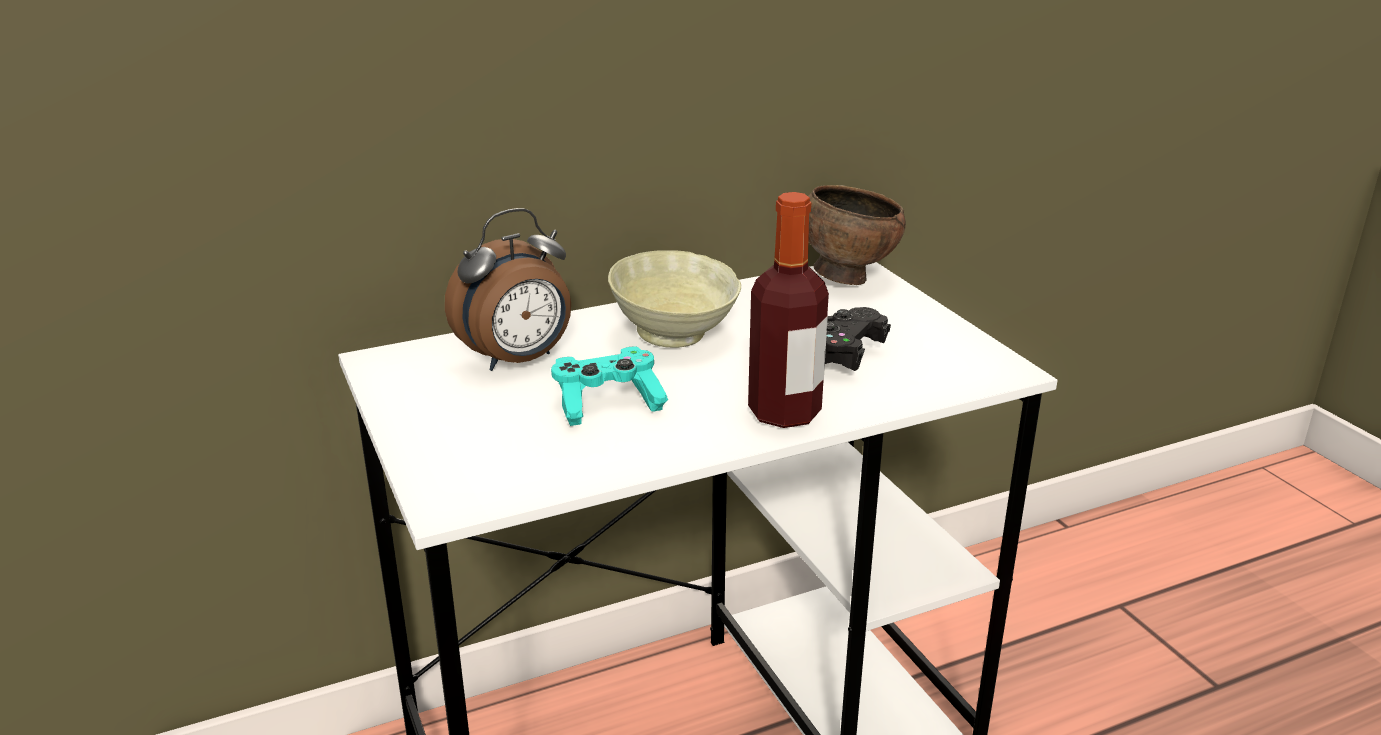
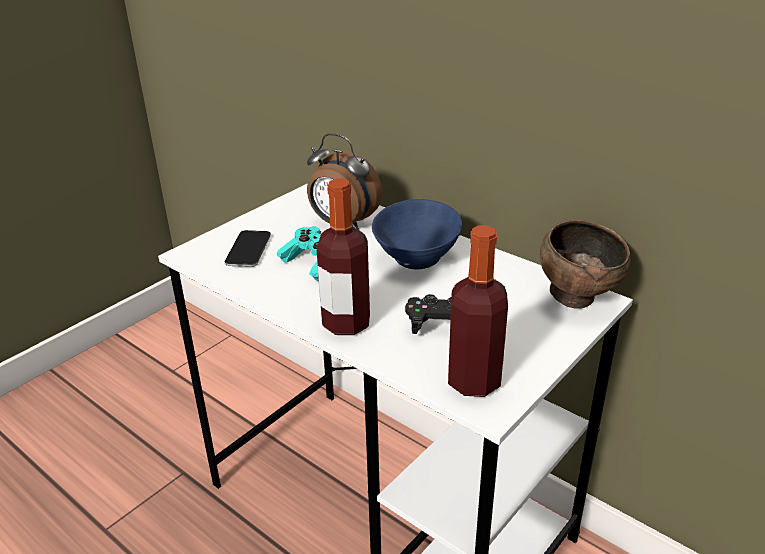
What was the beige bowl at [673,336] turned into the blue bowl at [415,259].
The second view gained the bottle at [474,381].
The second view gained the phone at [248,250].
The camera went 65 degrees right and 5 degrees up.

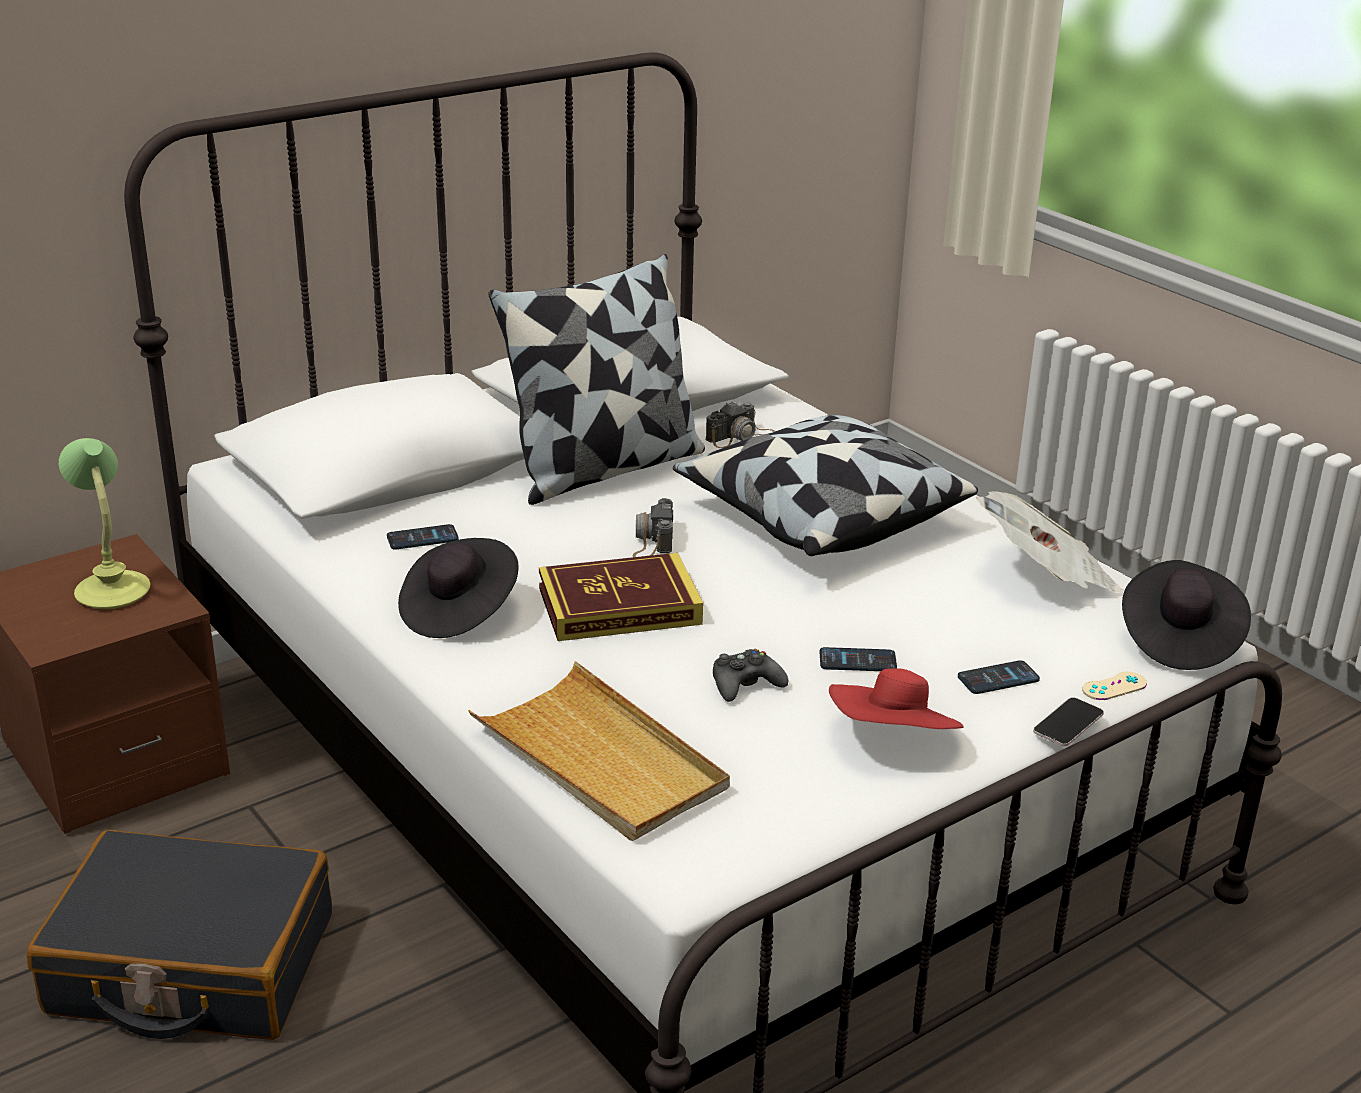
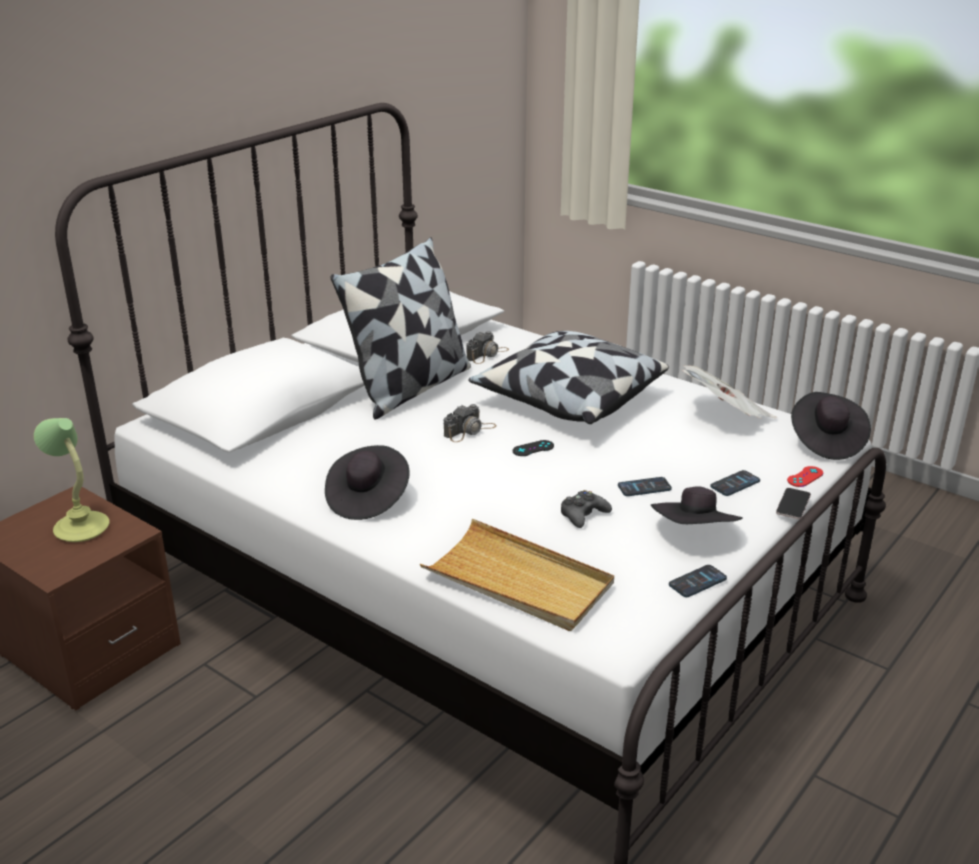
The photo camera at [652,540] ended up facing another way, 120 degrees counterclockwise from before.
The phone ended up elsewhere, having gone from [422,538] to [697,582].
The second view lost the book at [619,606].
What was the red hat at [893,740] turned into the black hat at [695,534].
What was the beige game controller at [1114,686] turned into the red game controller at [805,477].
The second view lost the black suitcase at [191,966].
The second view gained the black game controller at [533,448].
The camera went 15 degrees left and 0 degrees up.

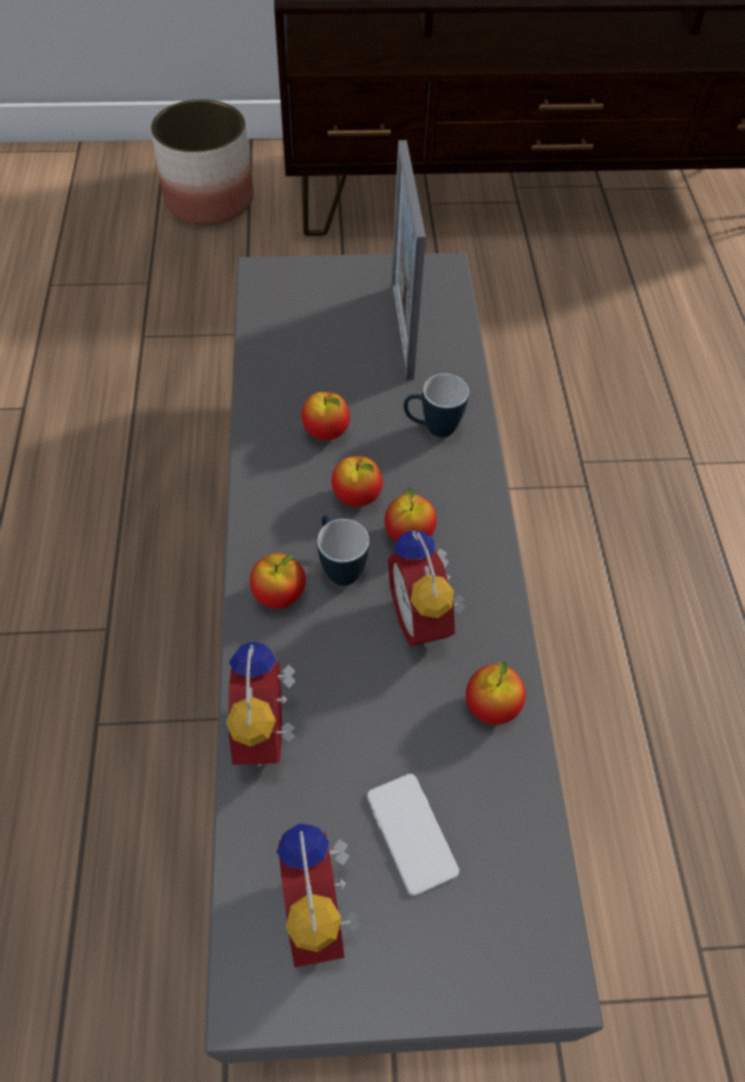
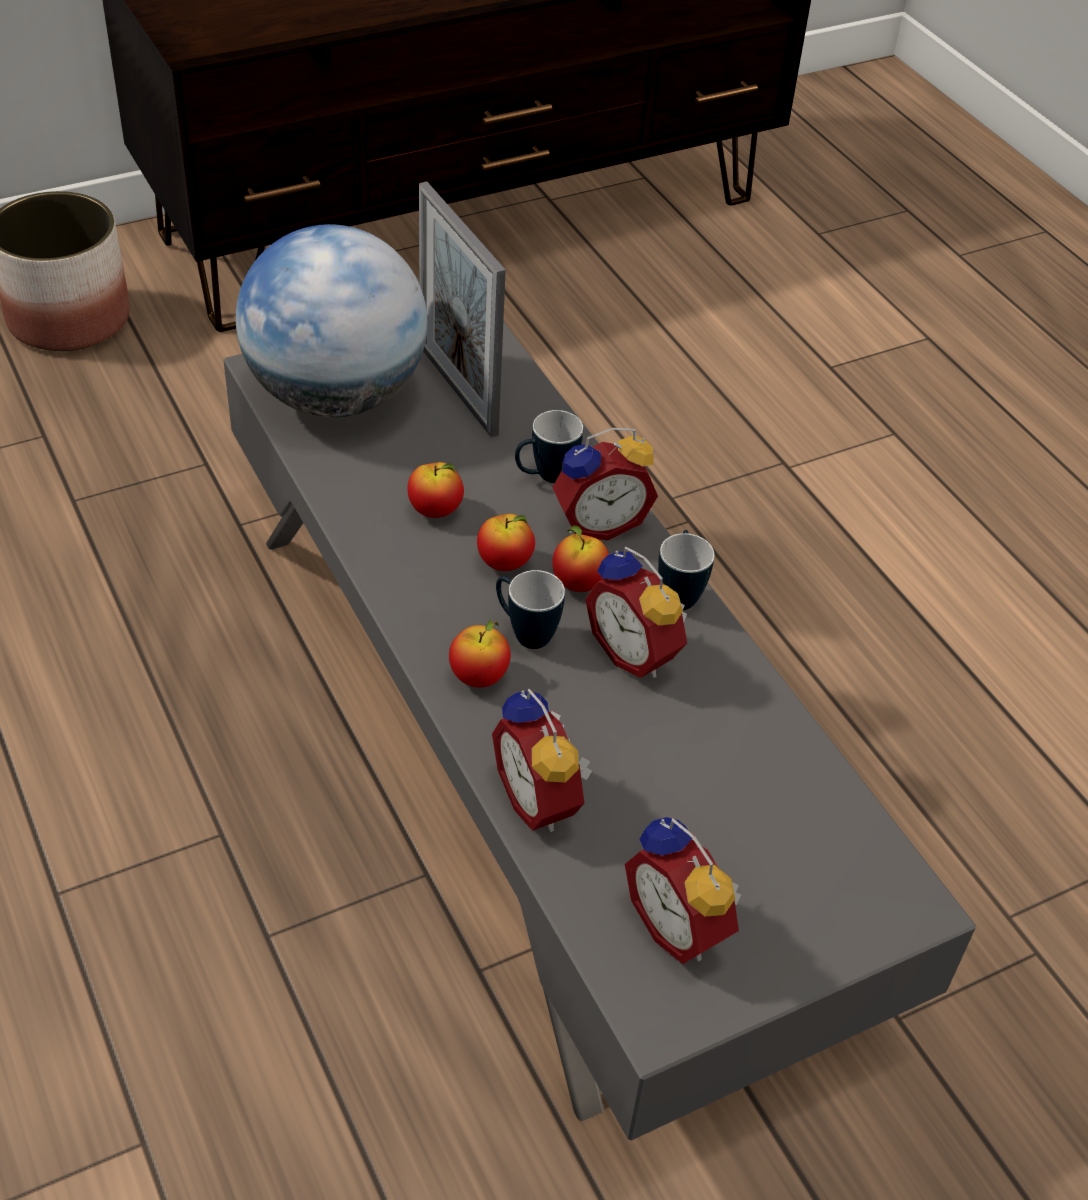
The second view lost the apple at [491,706].
The second view lost the phone at [411,833].
The second view gained the globe at [336,395].
The second view gained the alarm clock at [598,522].
The second view gained the mug at [679,592].
The camera went 25 degrees left and 10 degrees down.

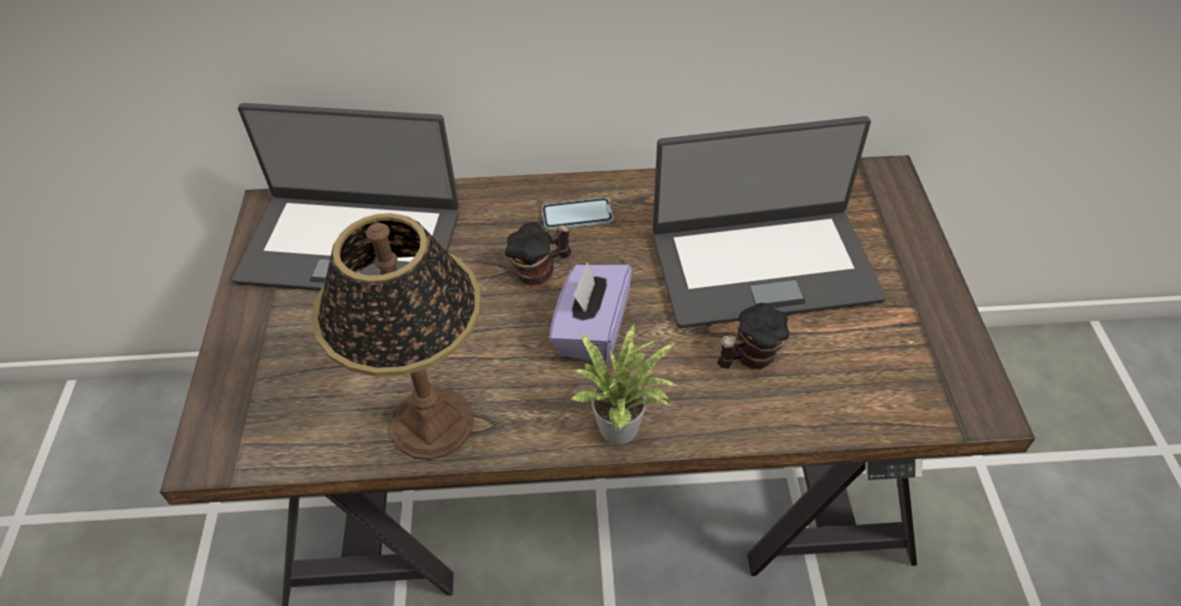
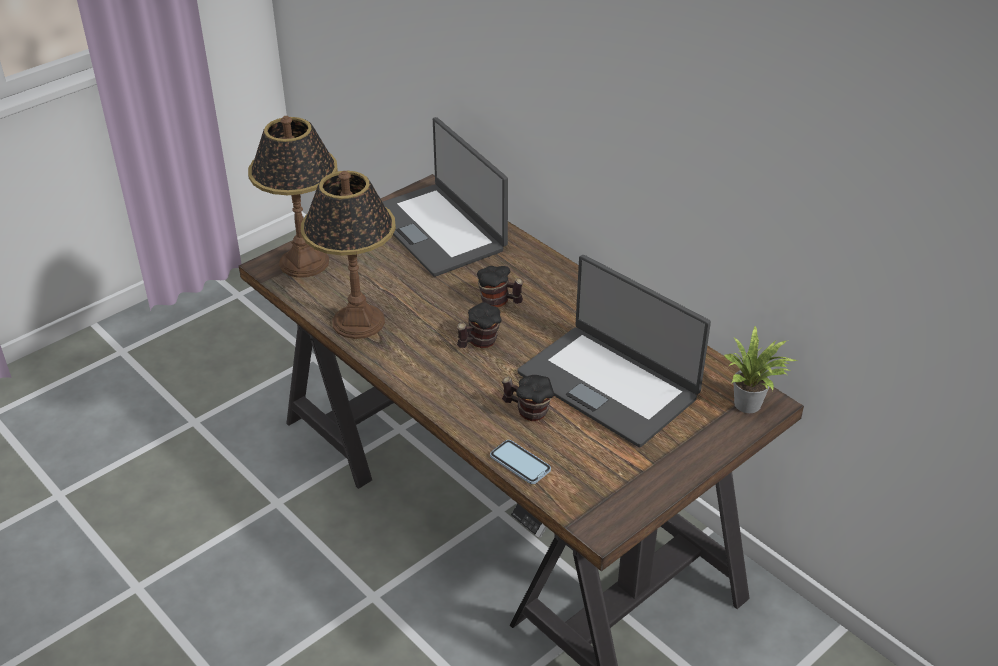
The phone ended up elsewhere, having gone from [577,216] to [520,463].
Where the purple tissue box stood at [591,331], the mug came to stand at [478,343].
The potted plant ended up elsewhere, having gone from [624,426] to [750,406].
The second view gained the table lamp at [305,262].
The camera went 50 degrees right and 10 degrees down.

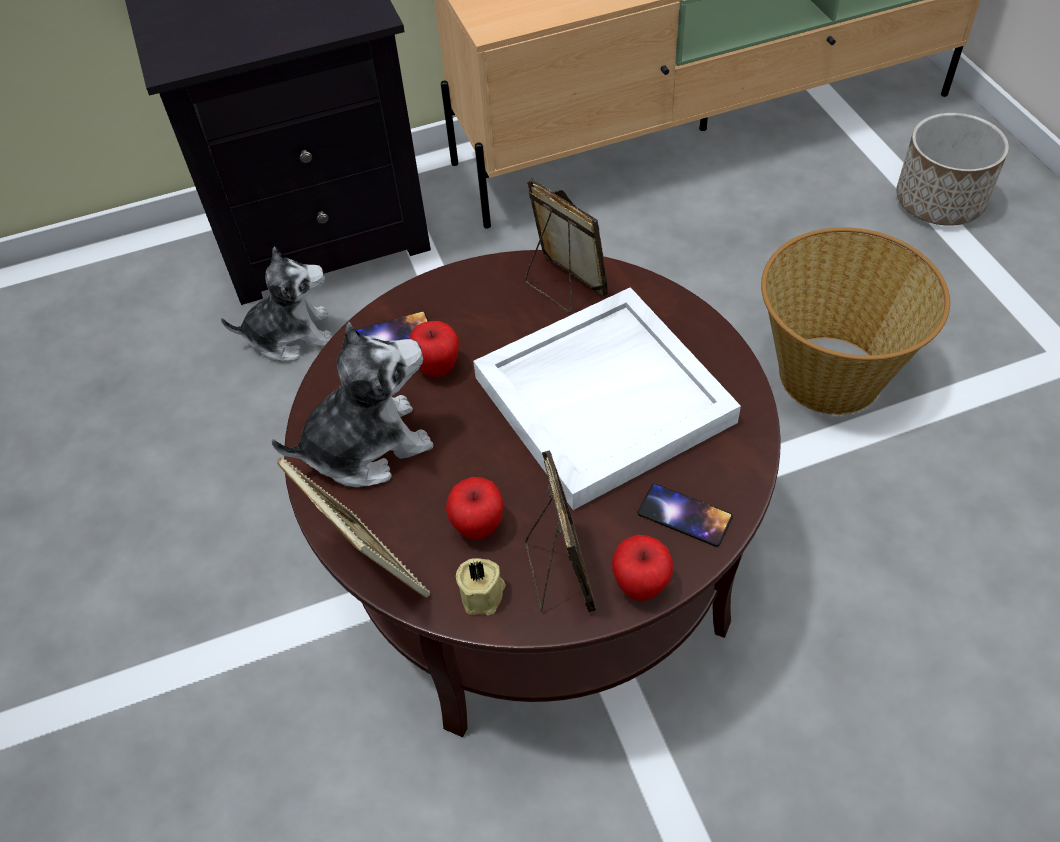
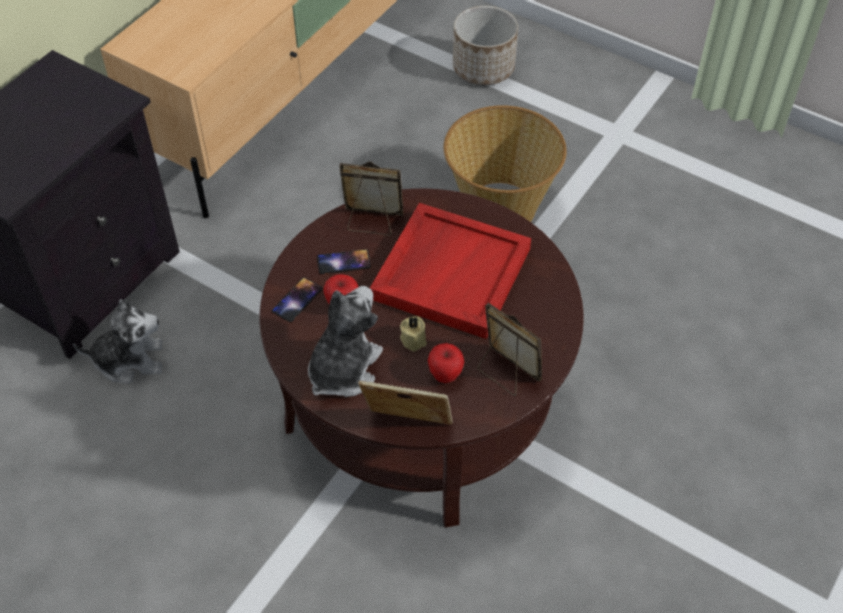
The plush toy at [291,335] ended up facing another way, 45 degrees clockwise from before.
What was the white tray at [604,397] turned into the red tray at [450,272].
The phone ended up elsewhere, having gone from [684,515] to [343,262].
The second view lost the apple at [640,585].
The beige candle ended up elsewhere, having gone from [484,595] to [414,339].
The camera went 40 degrees left and 0 degrees up.

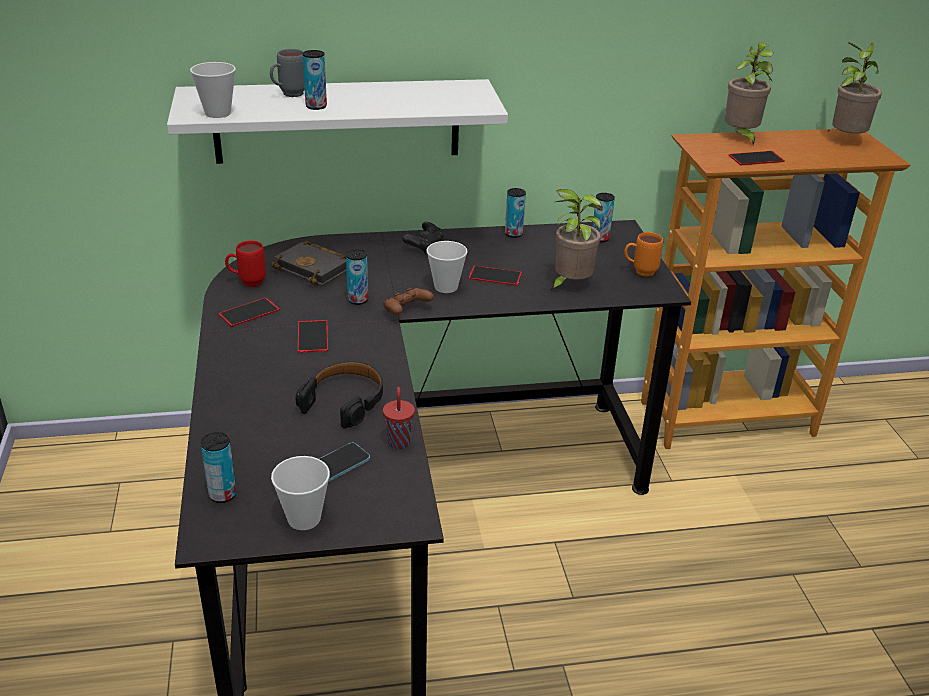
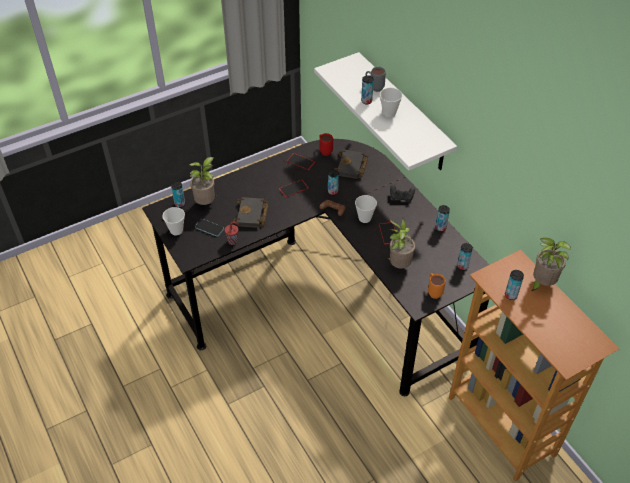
The potted plant ended up elsewhere, having gone from [844,140] to [206,203].
The cup ended up elsewhere, having gone from [218,113] to [389,113].
Where the phone stood at [756,158], the can came to stand at [511,295].
Where the black headphones stood at [344,400], the black book came to stand at [252,215].
The camera went 70 degrees right and 15 degrees up.

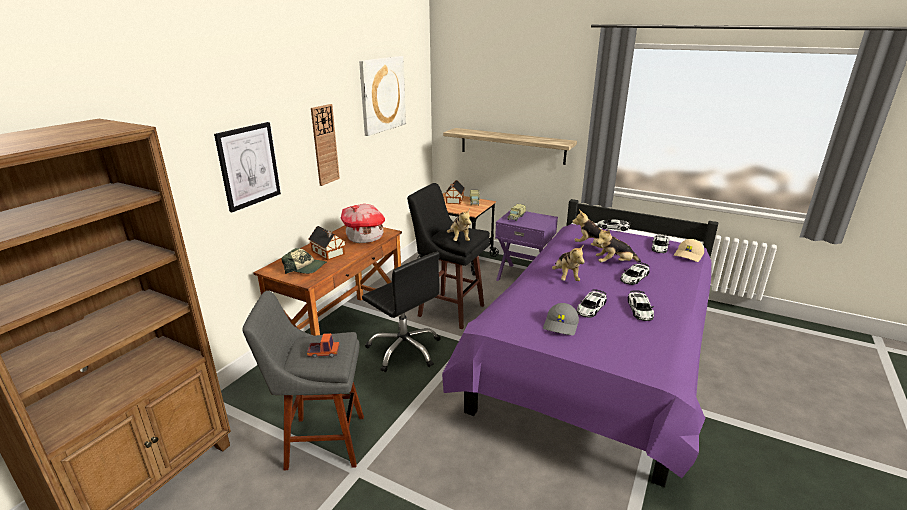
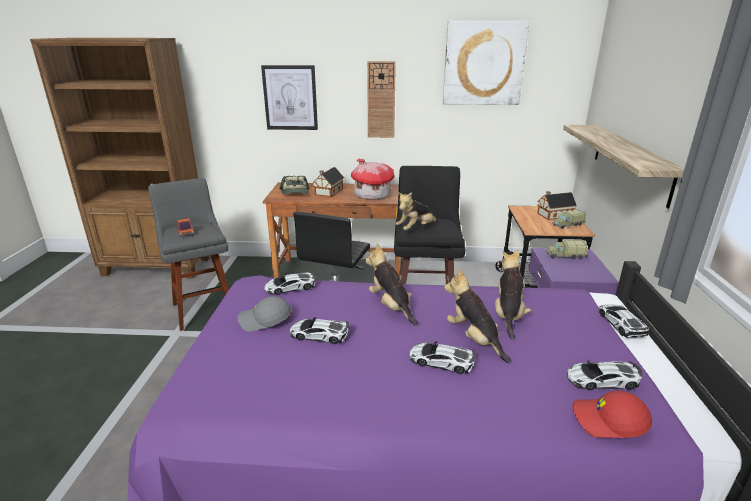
What was the beige cap at [689,255] turned into the red cap at [608,421].
The plush toy at [565,277] ended up facing another way, 90 degrees clockwise from before.
The toy car ended up elsewhere, having gone from [640,310] to [290,287].
The camera went 65 degrees right and 0 degrees up.

